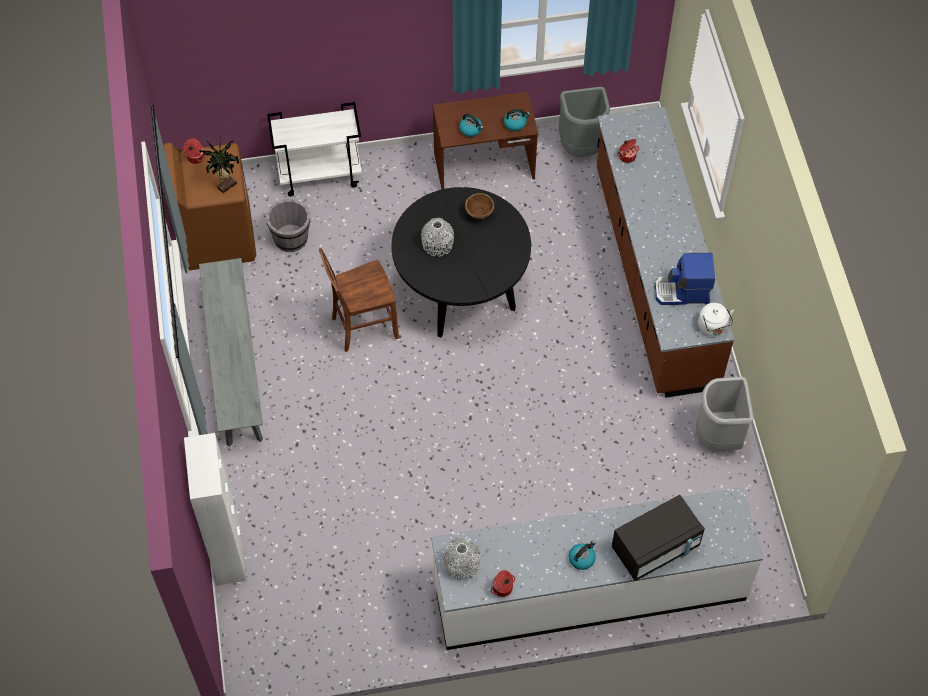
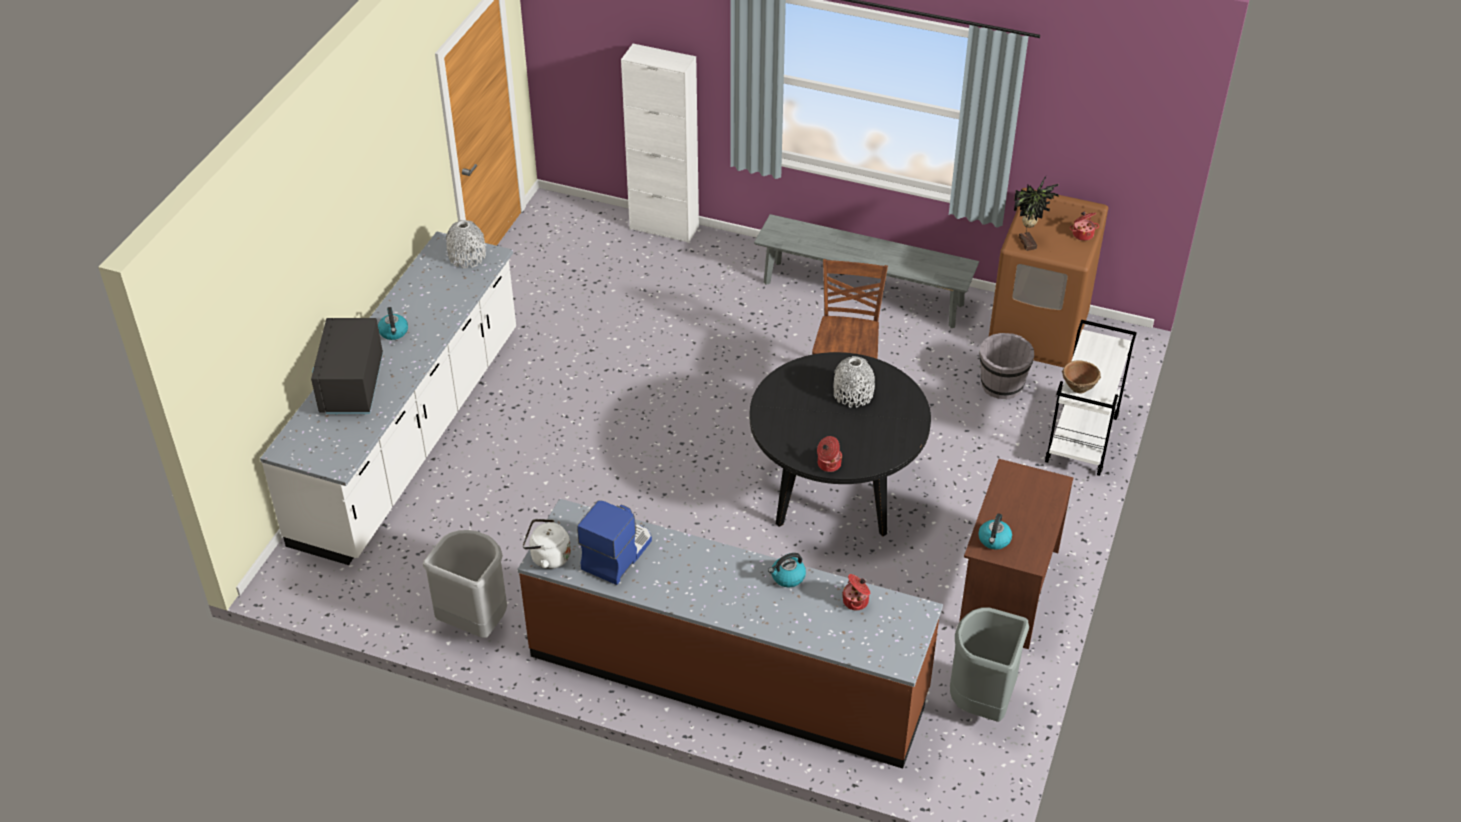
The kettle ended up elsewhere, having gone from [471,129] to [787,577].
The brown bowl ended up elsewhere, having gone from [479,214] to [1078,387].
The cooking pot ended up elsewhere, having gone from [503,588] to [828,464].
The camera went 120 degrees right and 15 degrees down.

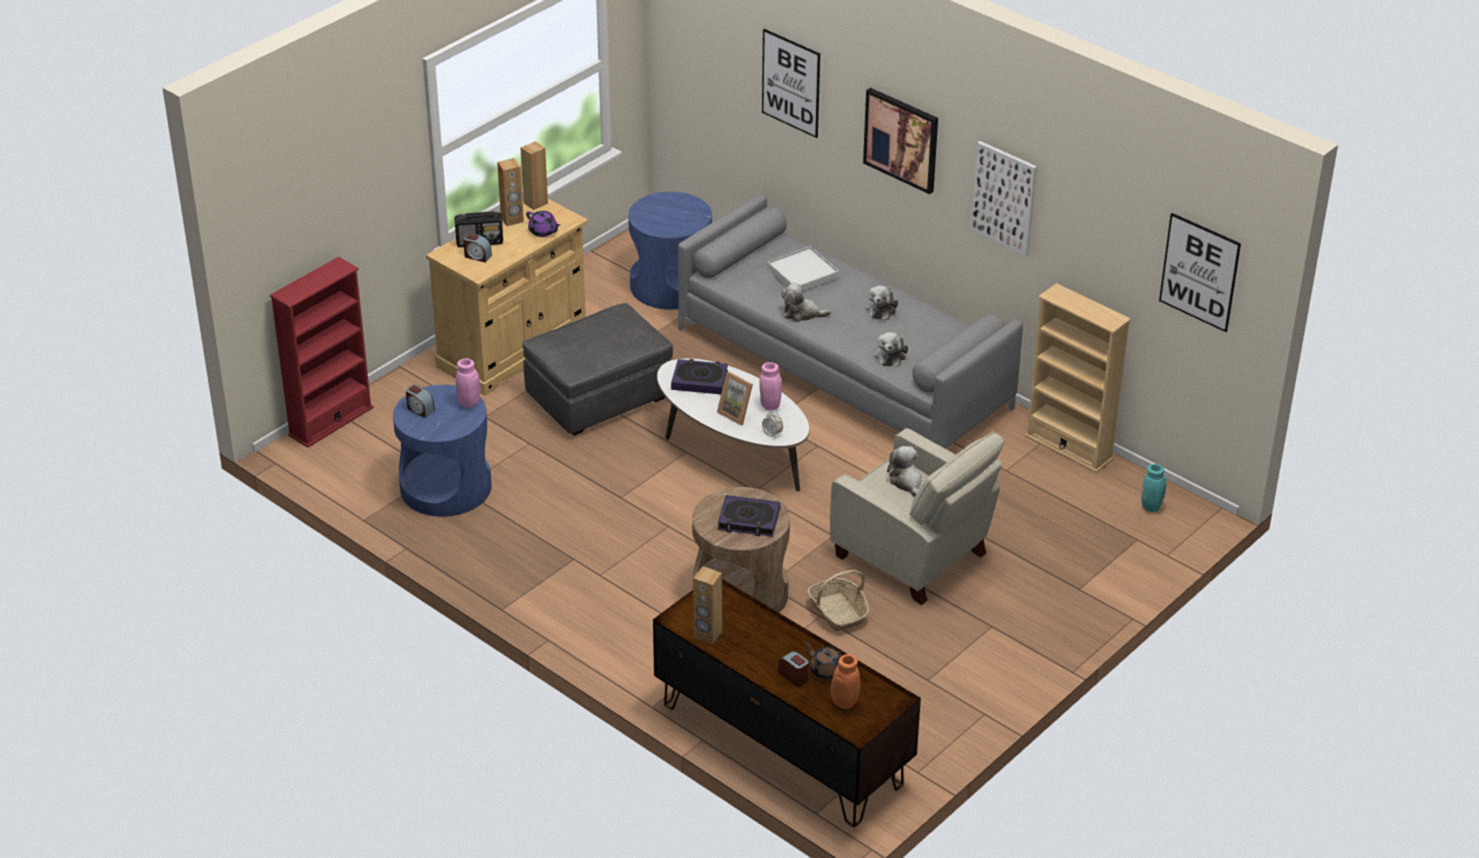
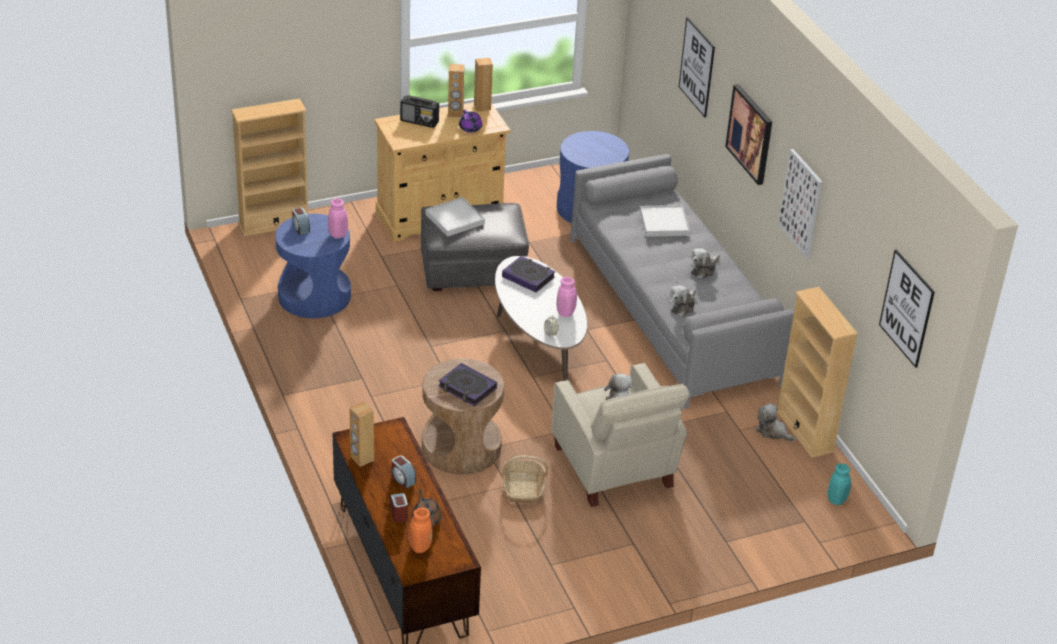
The alarm clock ended up elsewhere, having gone from [477,256] to [403,479].
What was the red bookcase at [331,421] turned into the beige bookcase at [274,224].
The plush toy ended up elsewhere, having gone from [802,314] to [772,432].
The second view lost the picture frame at [737,413].
The second view gained the white tray at [454,219].
The camera went 25 degrees right and 0 degrees up.

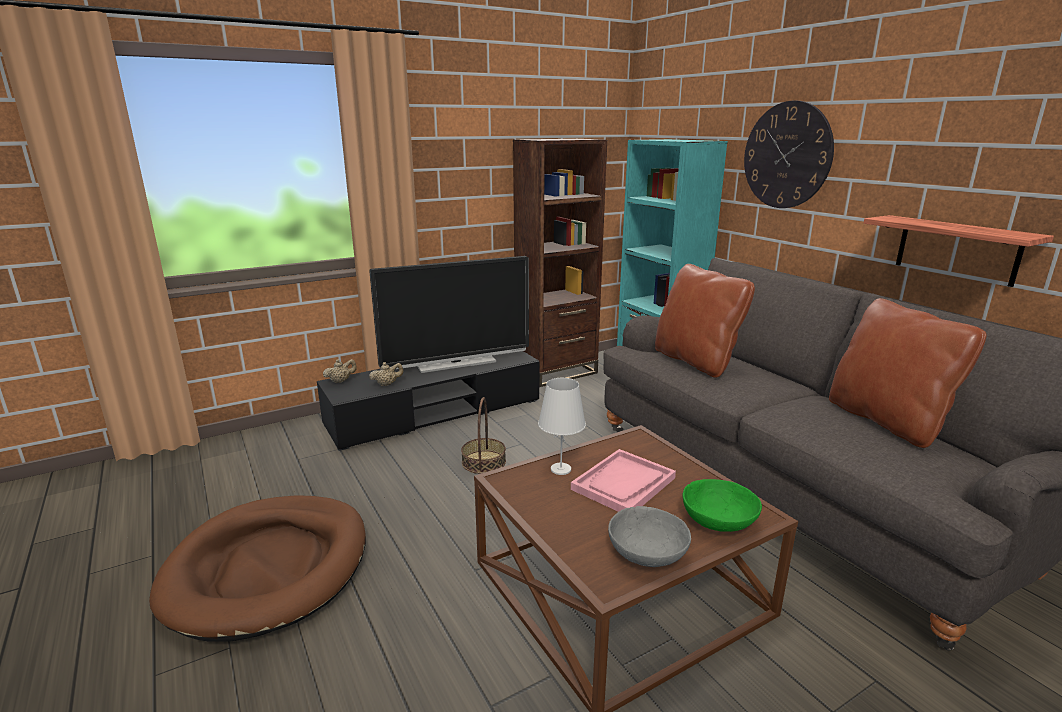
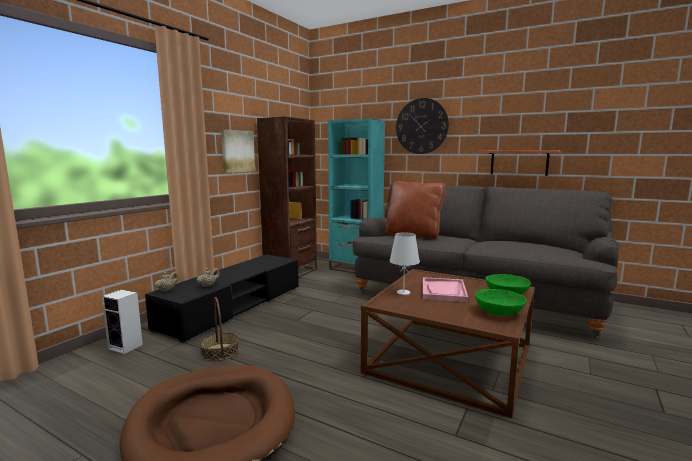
The second view lost the television at [456,363].
The second view lost the brown pillow at [887,421].
The basket ended up elsewhere, having gone from [483,462] to [219,352].
What was the grey bowl at [647,554] turned into the green bowl at [499,312].
The second view gained the picture at [237,151].
The second view gained the speaker at [127,347].
The camera went 30 degrees left and 10 degrees down.

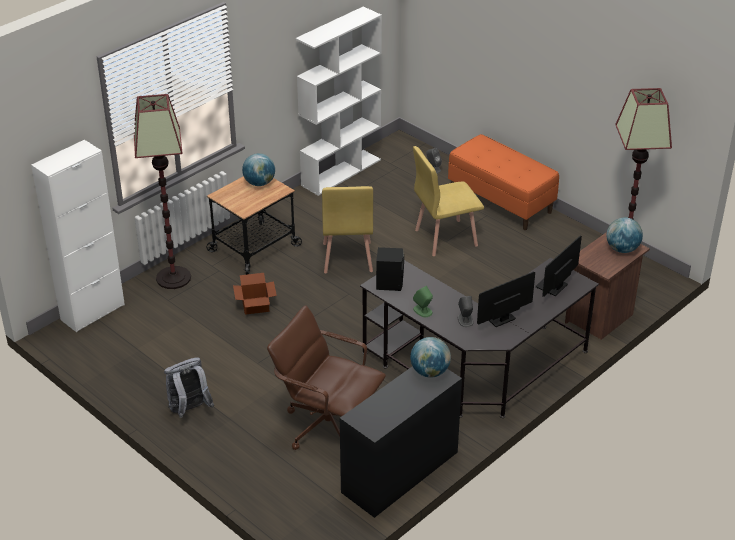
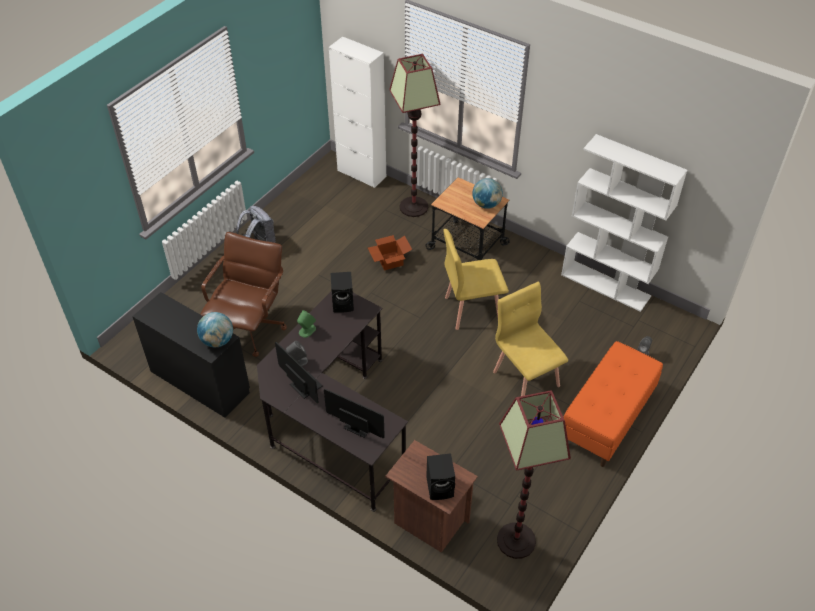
Where the globe stood at [622,249], the black speaker came to stand at [441,487].
The camera went 80 degrees right and 10 degrees up.

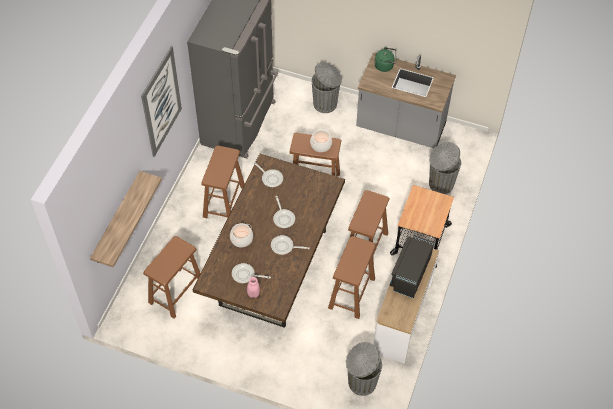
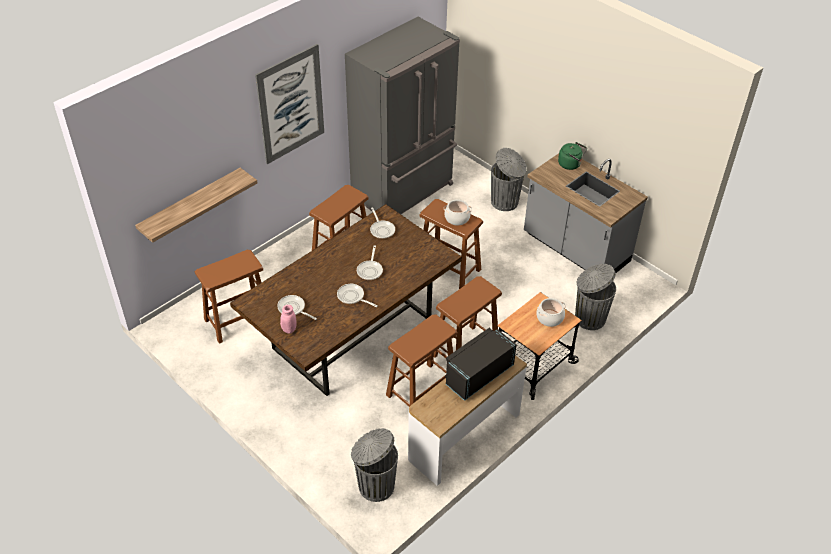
The cooking pot ended up elsewhere, having gone from [241,239] to [549,318].
The camera went 25 degrees right and 10 degrees down.

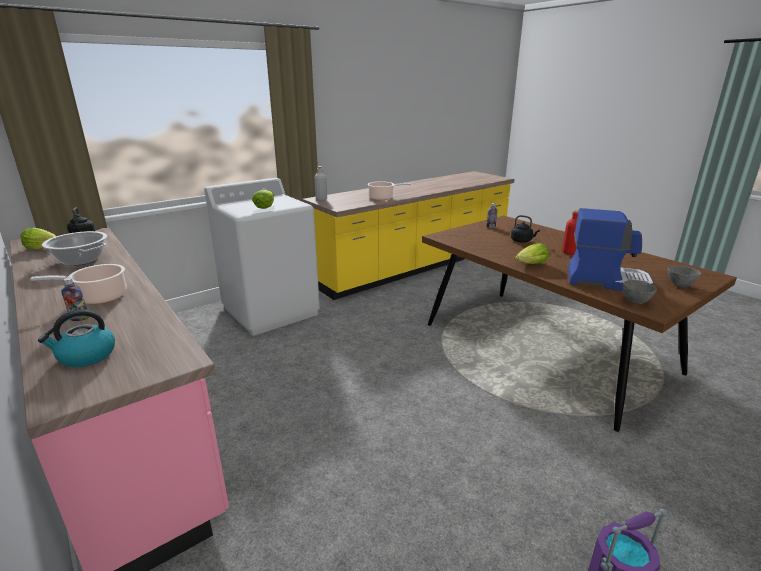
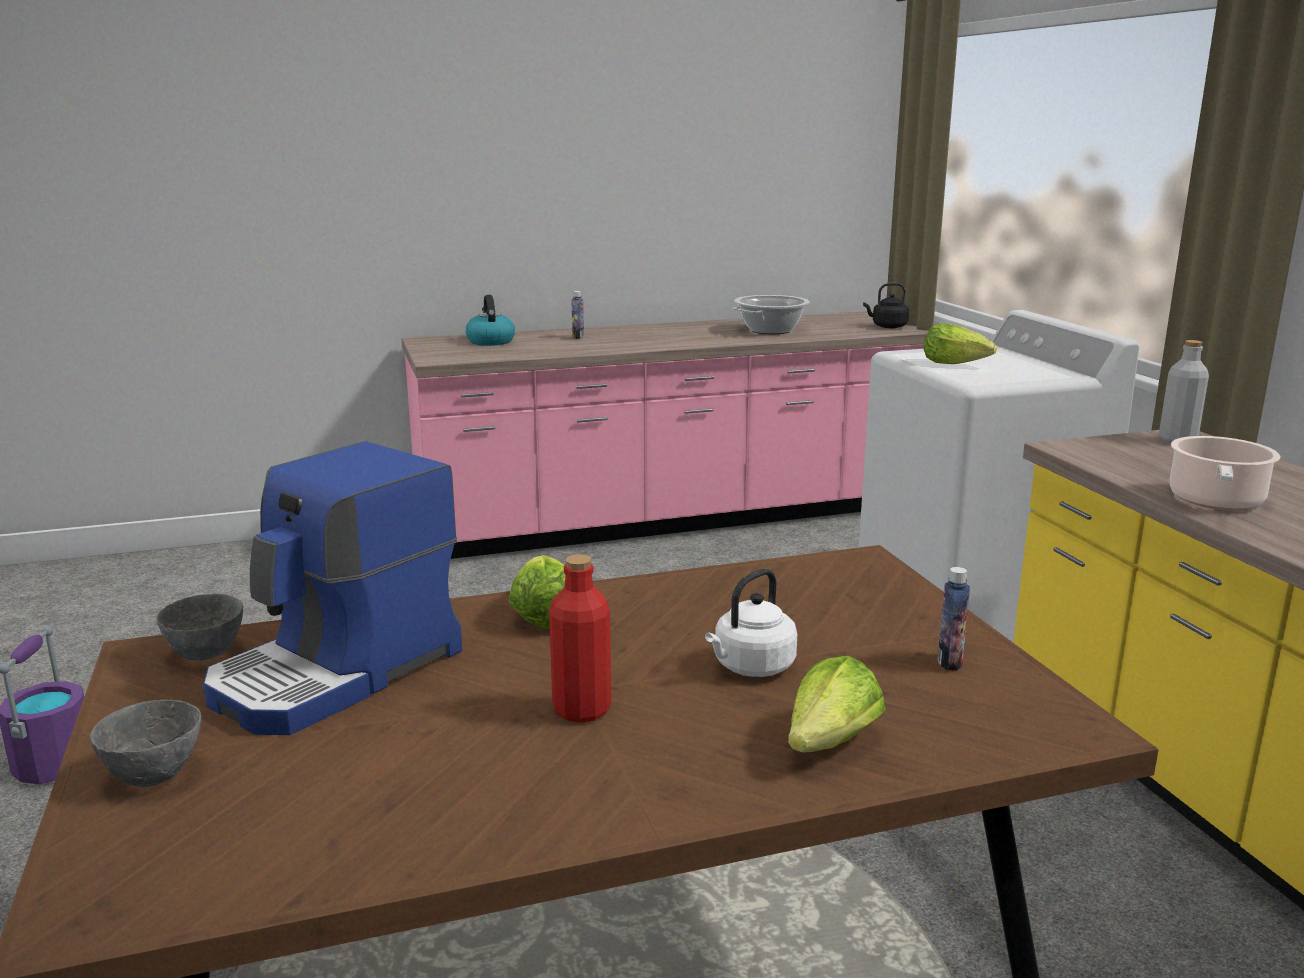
What was the black kettle at [522,241] turned into the white kettle at [751,667].
The lettuce ended up elsewhere, having gone from [43,248] to [831,742].
The second view lost the cooking pot at [99,297].
The camera went 110 degrees right and 5 degrees down.

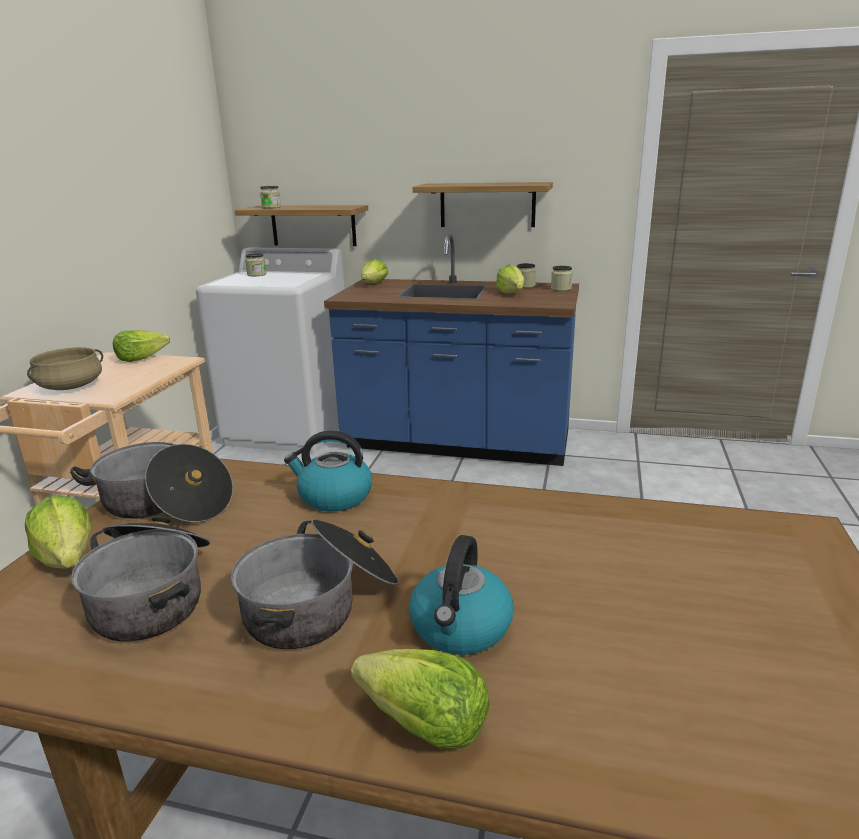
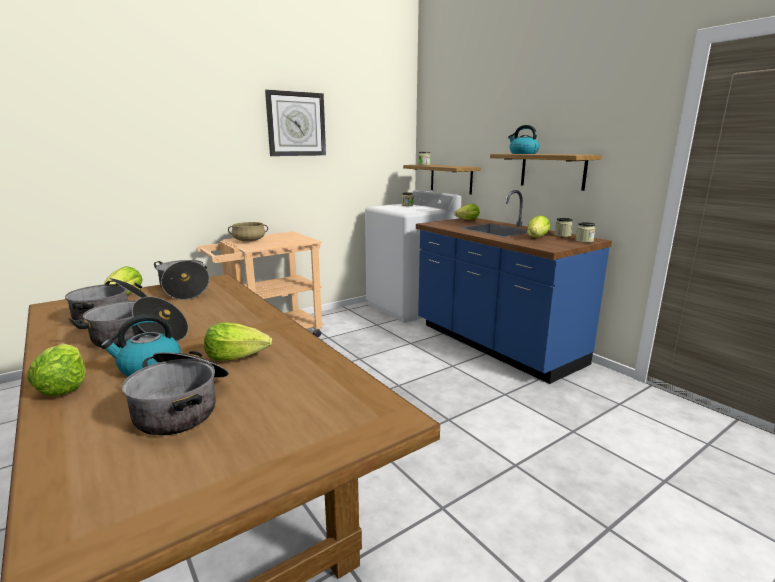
The lettuce ended up elsewhere, having gone from [141,358] to [237,356].
The kettle ended up elsewhere, having gone from [334,497] to [523,153].
The second view gained the wall clock at [296,124].
The second view gained the cooking pot at [183,406].
The camera went 40 degrees right and 5 degrees down.

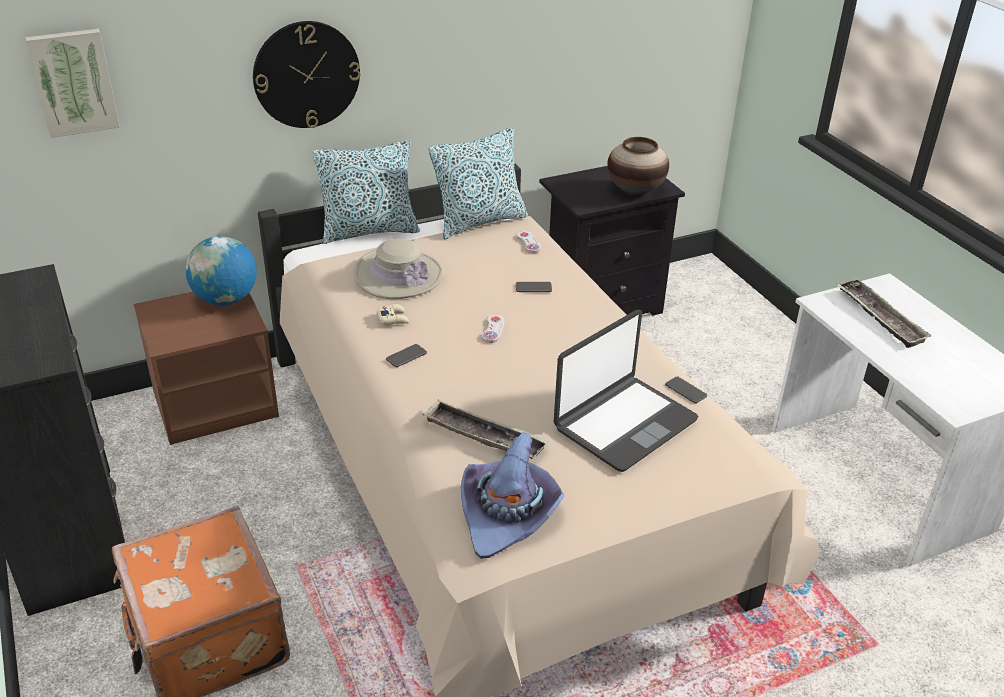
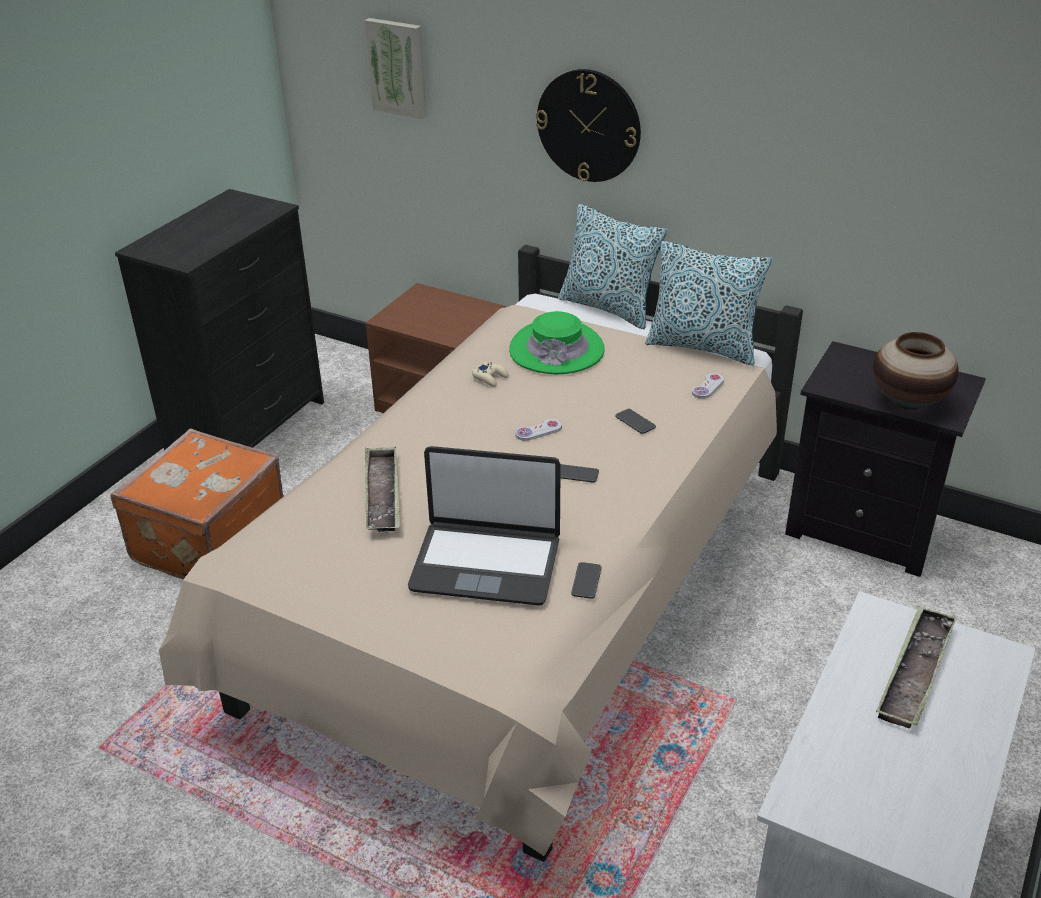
The second view lost the globe at [225,299].
What was the beige hat at [398,275] turned into the green hat at [556,350].
The phone ended up elsewhere, having gone from [406,356] to [575,474].
The second view lost the purple hat at [508,514].
The camera went 55 degrees right and 0 degrees up.

